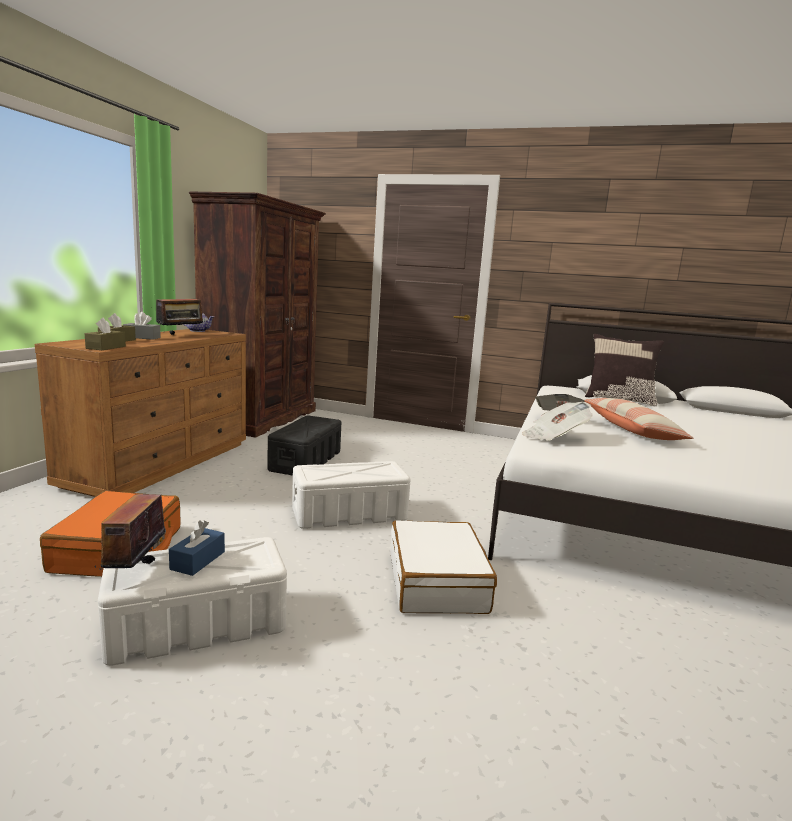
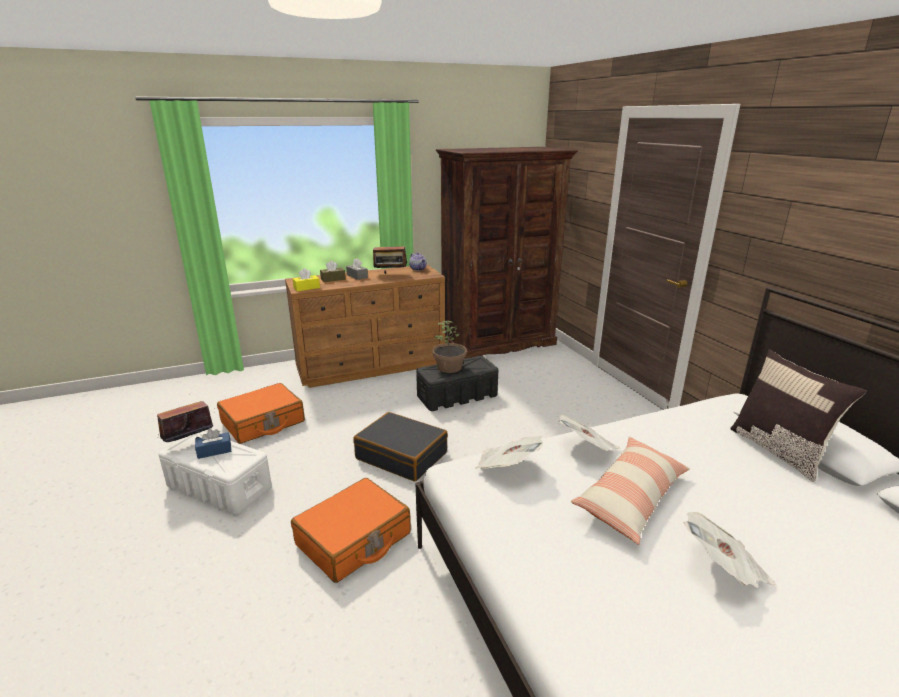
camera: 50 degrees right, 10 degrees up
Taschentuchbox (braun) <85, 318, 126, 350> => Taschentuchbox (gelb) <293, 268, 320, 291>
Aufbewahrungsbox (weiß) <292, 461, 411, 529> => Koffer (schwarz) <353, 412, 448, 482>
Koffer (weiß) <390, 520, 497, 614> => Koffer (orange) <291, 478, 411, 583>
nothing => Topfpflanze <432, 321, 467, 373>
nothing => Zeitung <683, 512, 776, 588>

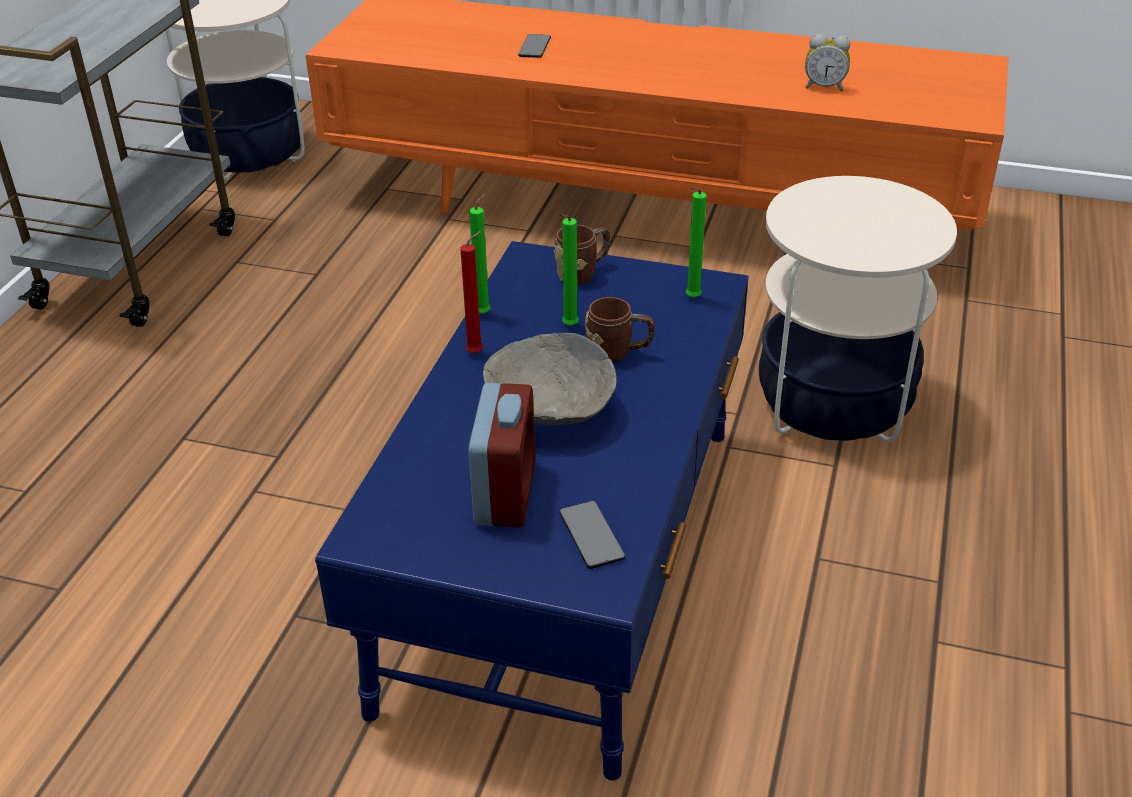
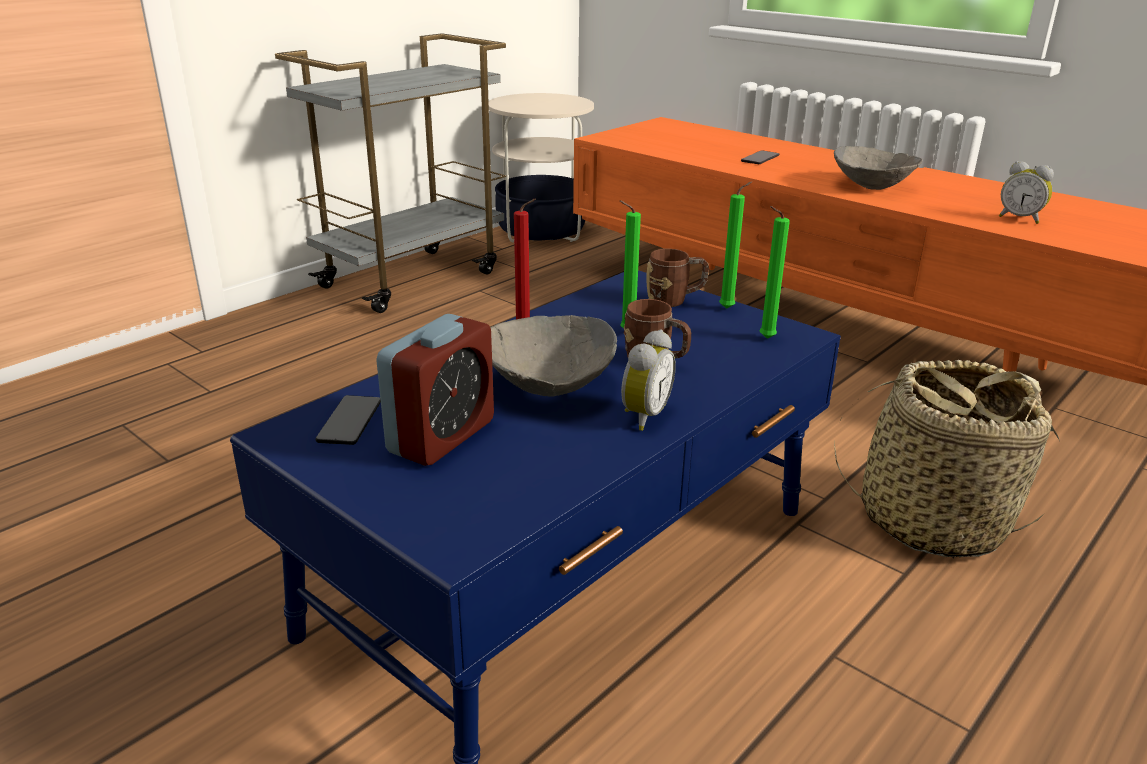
camera: 25 degrees right, 10 degrees down
Beistelltisch (beige) <759, 176, 957, 442> => Korb <834, 360, 1060, 558>
Kerze (grün) <469, 193, 491, 314> => Kerze (grün) <719, 181, 752, 309>, move
Handy <559, 501, 626, 569> => Handy <316, 395, 381, 445>, move
nothing => Schüssel (grau) <834, 146, 923, 190>
nothing => Wecker <621, 329, 676, 431>

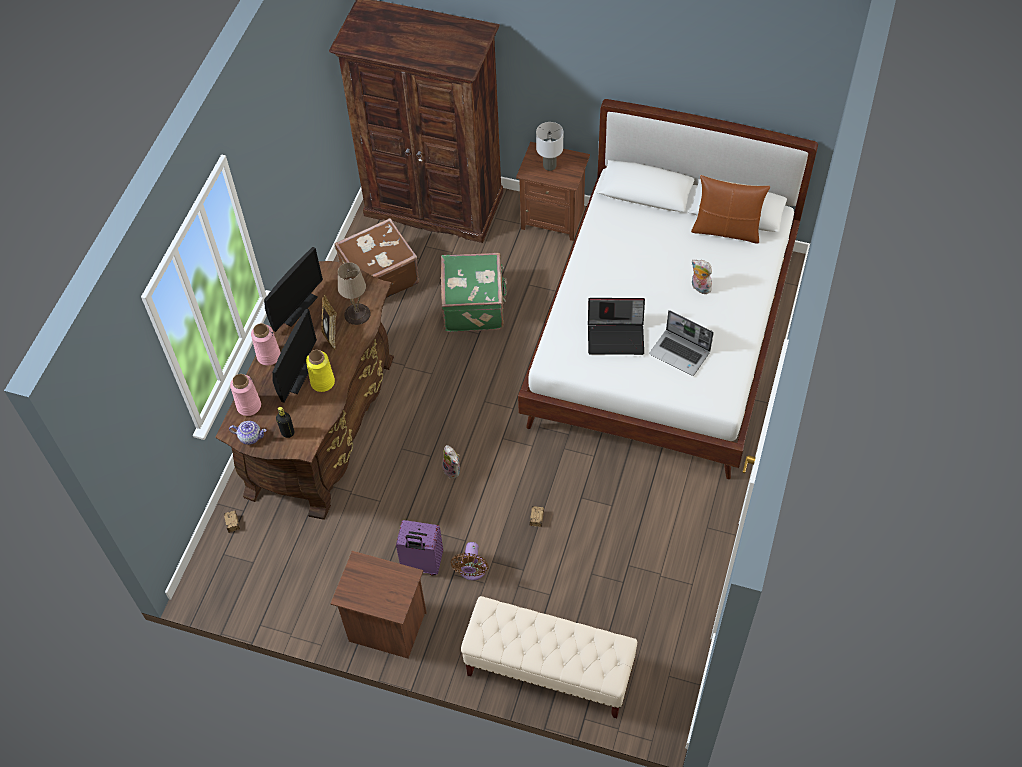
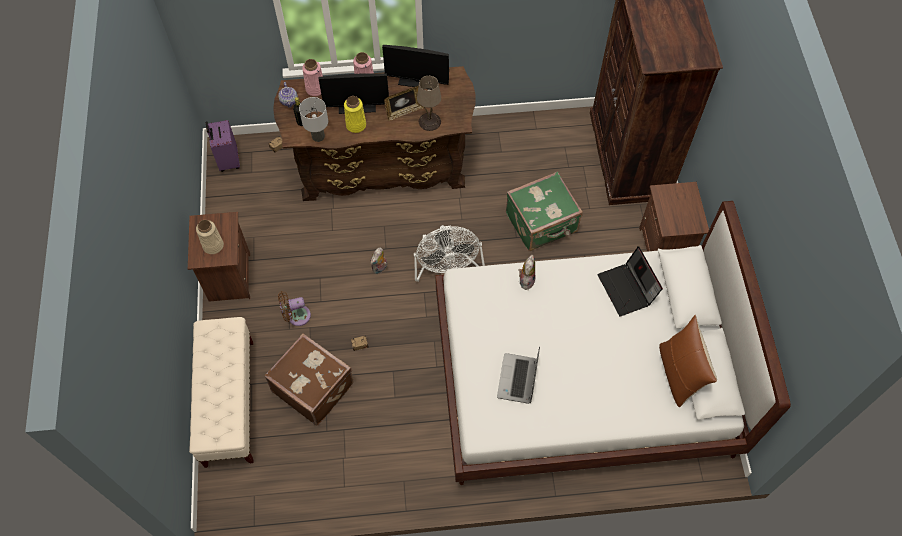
camera: 65 degrees right, 5 degrees up
Tischlampe (weiß) <536, 122, 563, 171> => Tischlampe (weiß) <299, 97, 328, 142>, move
Koffer (braun) <335, 218, 419, 298> => Koffer (braun) <265, 333, 354, 425>, move
Plüschtier <692, 260, 712, 294> => Plüschtier <518, 255, 535, 290>, move
Laptop <588, 298, 645, 355> => Laptop <597, 246, 663, 316>, move
Koffer (lila) <396, 520, 443, 576> => Koffer (lila) <206, 120, 240, 172>, move
nothing => Vase (beige) <196, 220, 224, 254>
nothing => Ventilator (weiß) <414, 225, 485, 282>

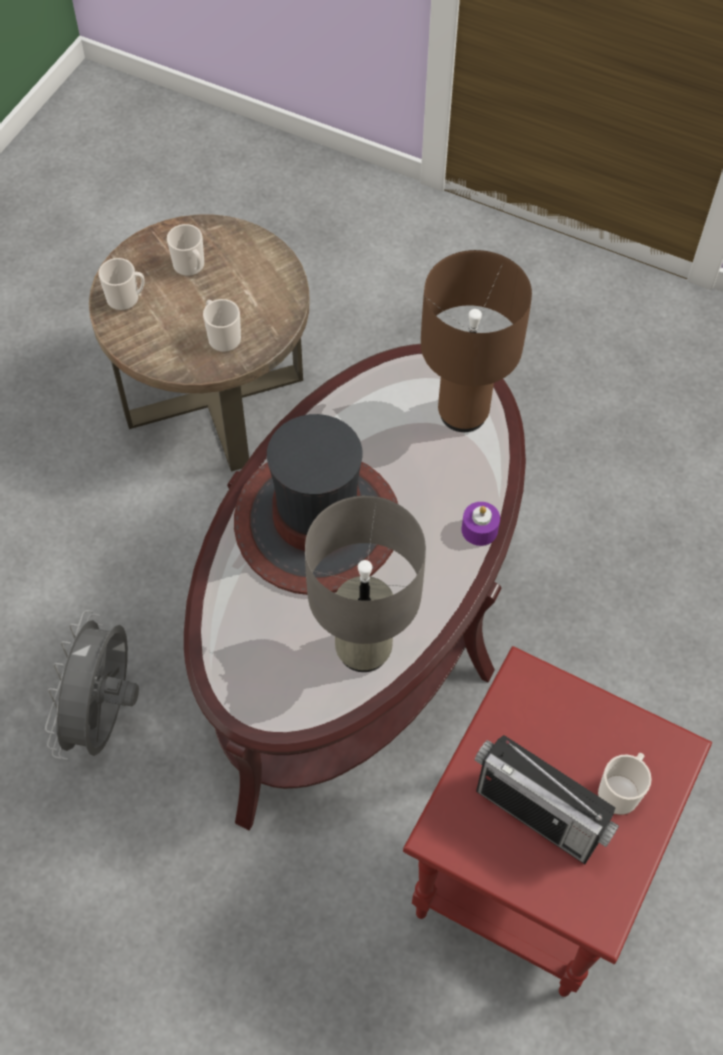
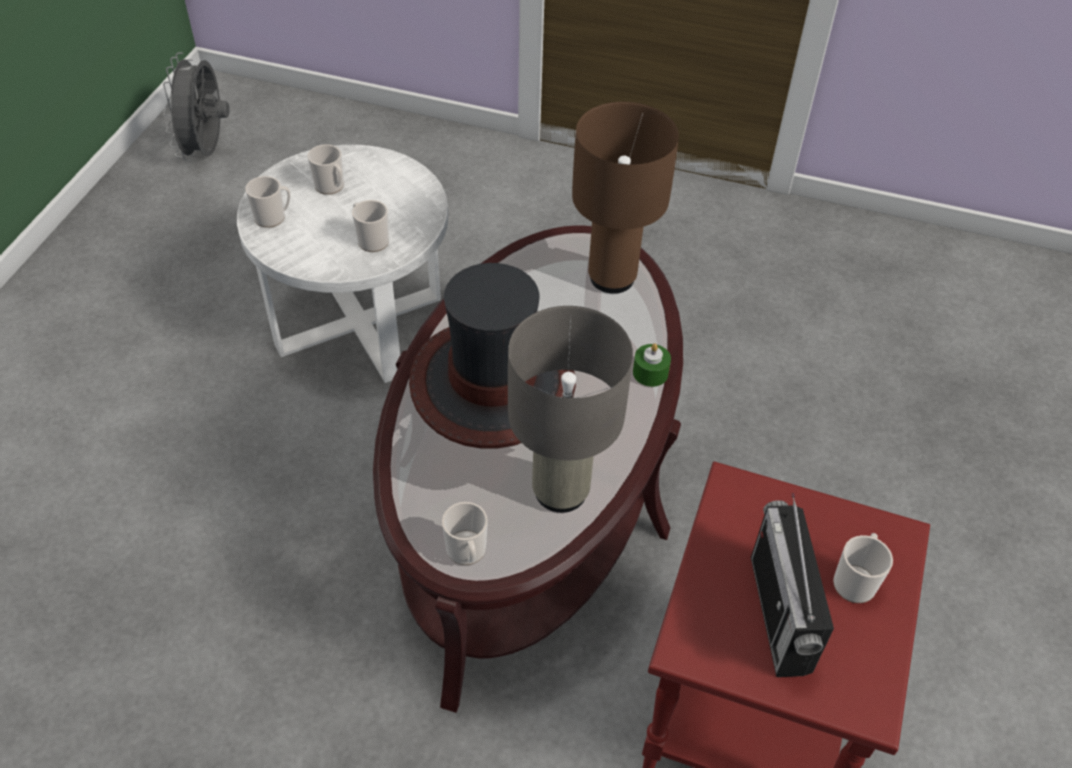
camera: 10 degrees left, 10 degrees down
Beistelltisch (braun) <89, 215, 309, 472> => Beistelltisch (weiß) <237, 145, 448, 383>
Kerze (lila) <461, 502, 500, 546> => Kerze (grün) <633, 344, 671, 387>
Ventilator (grau) <45, 610, 139, 760> => Ventilator (grau) <163, 52, 230, 161>, move
Radio <475, 735, 619, 864> => Radio <751, 493, 834, 677>, 60 degrees clockwise
nothing => Henkelbecher <442, 502, 488, 565>

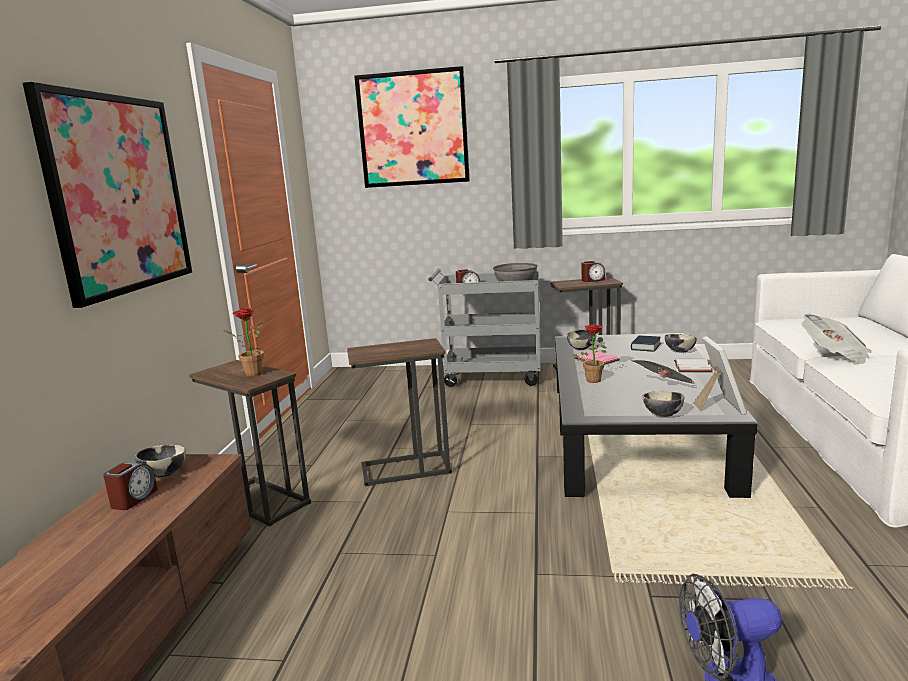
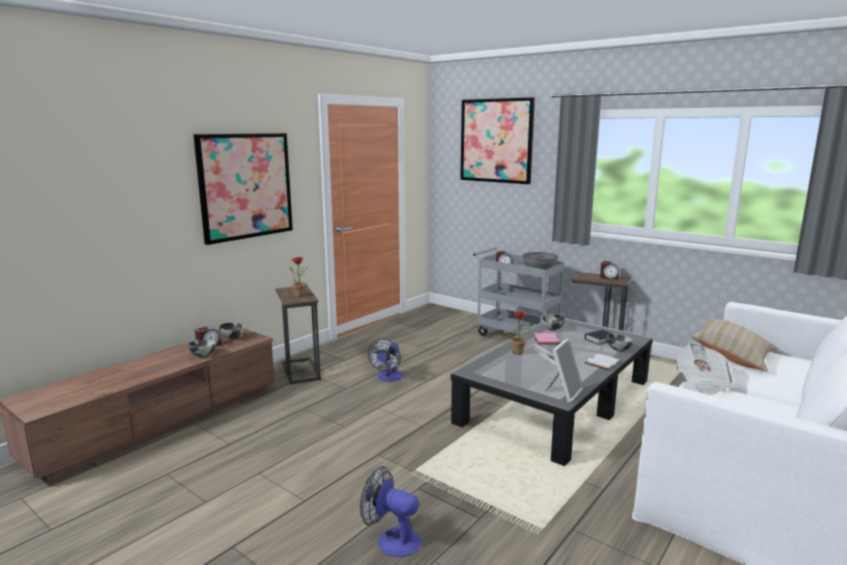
camera: 30 degrees right, 0 degrees up
Beistelltisch (braun) <347, 338, 452, 487> => Ventilator <368, 339, 403, 382>
Schüssel <643, 391, 684, 417> => Schüssel <188, 340, 216, 357>, move
nothing => Kissen (beige) <691, 318, 777, 371>

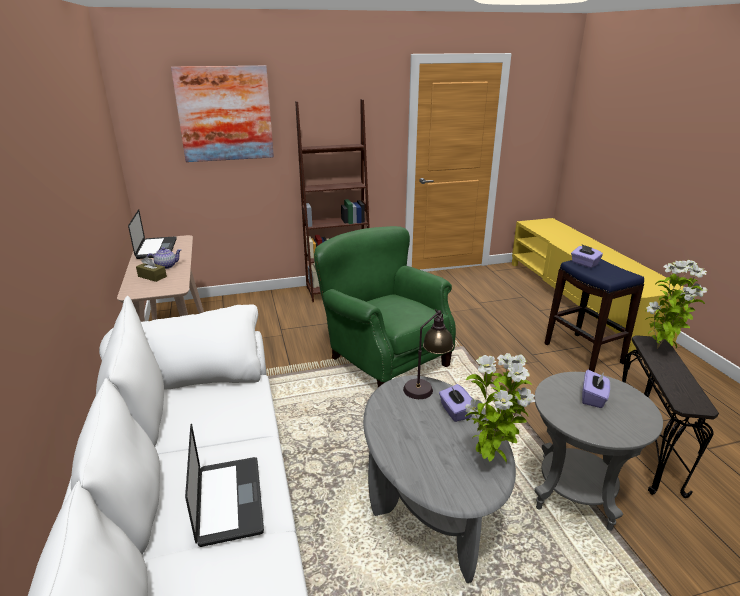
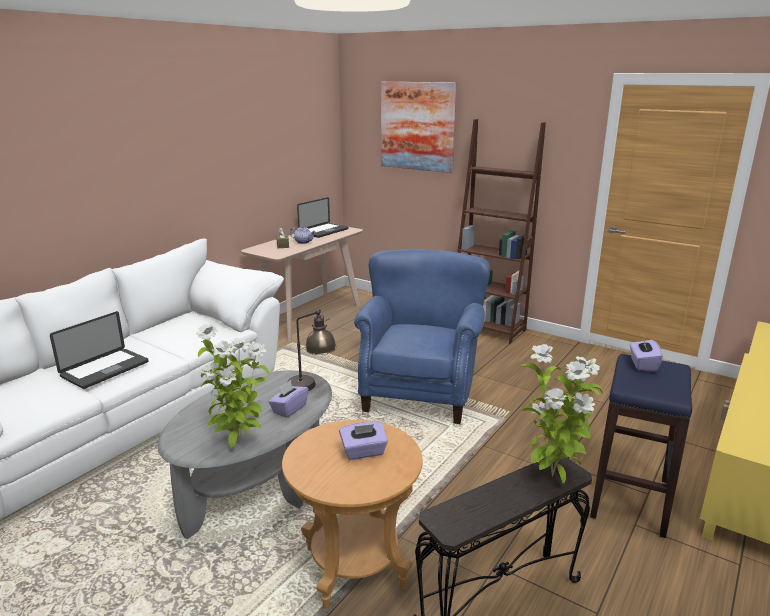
camera: 50 degrees right, 5 degrees down
Sessel (grün) <314, 226, 456, 387> => Sessel (blau) <354, 249, 490, 424>
Beistelltisch (grau) <534, 372, 663, 531> => Beistelltisch (braun) <282, 420, 423, 609>

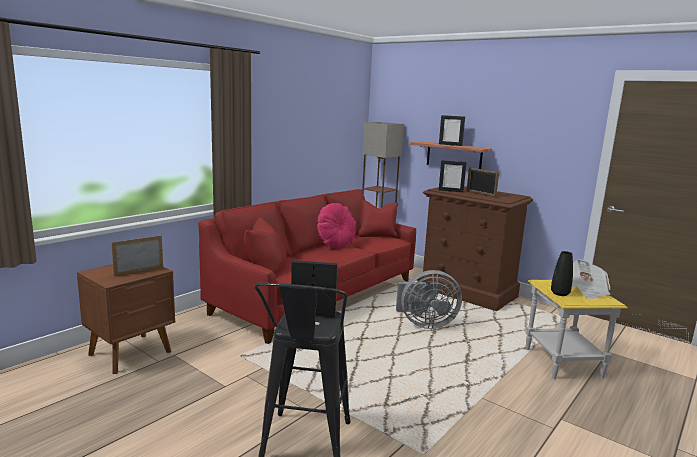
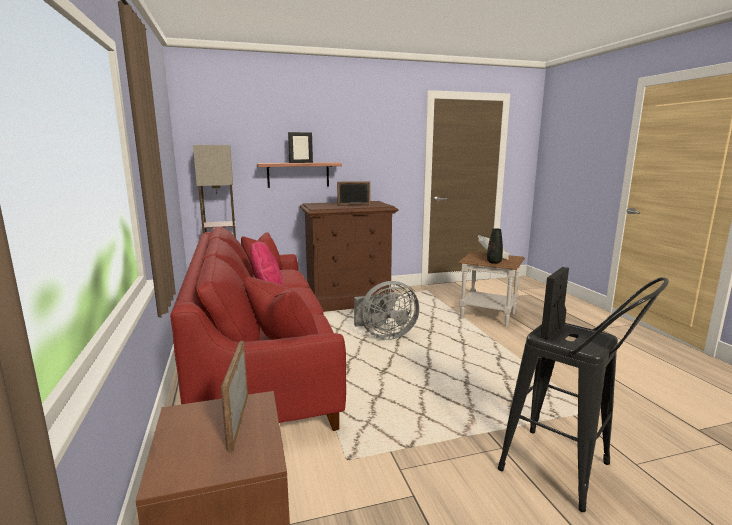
camera: 55 degrees left, 0 degrees up
Bilderrahmen <439, 160, 467, 192> => nothing
Ventilator (grau) <396, 270, 462, 329> => Ventilator (grau) <354, 281, 419, 340>, 45 degrees clockwise
Beistelltisch (gelb) <525, 280, 628, 379> => Beistelltisch (braun) <458, 251, 525, 327>

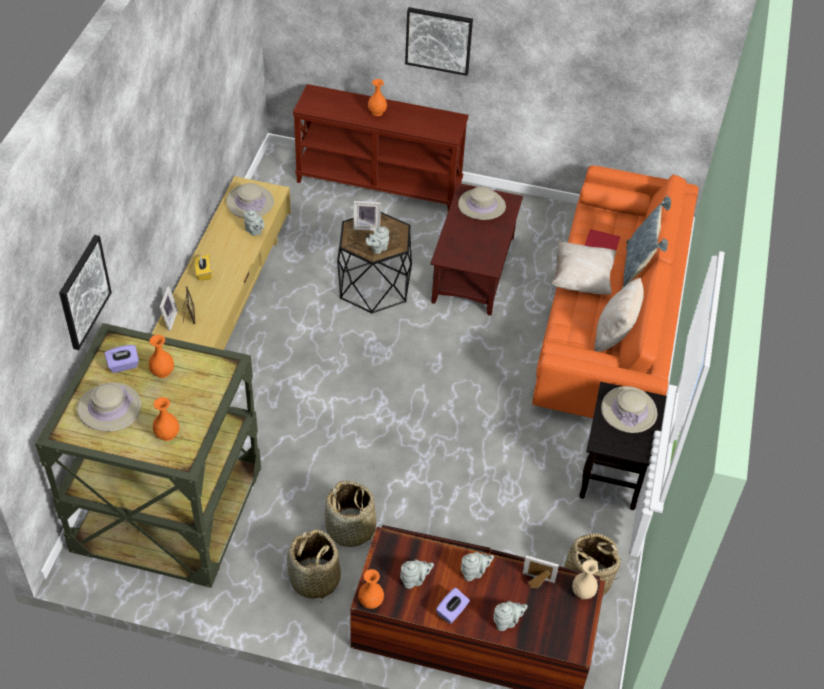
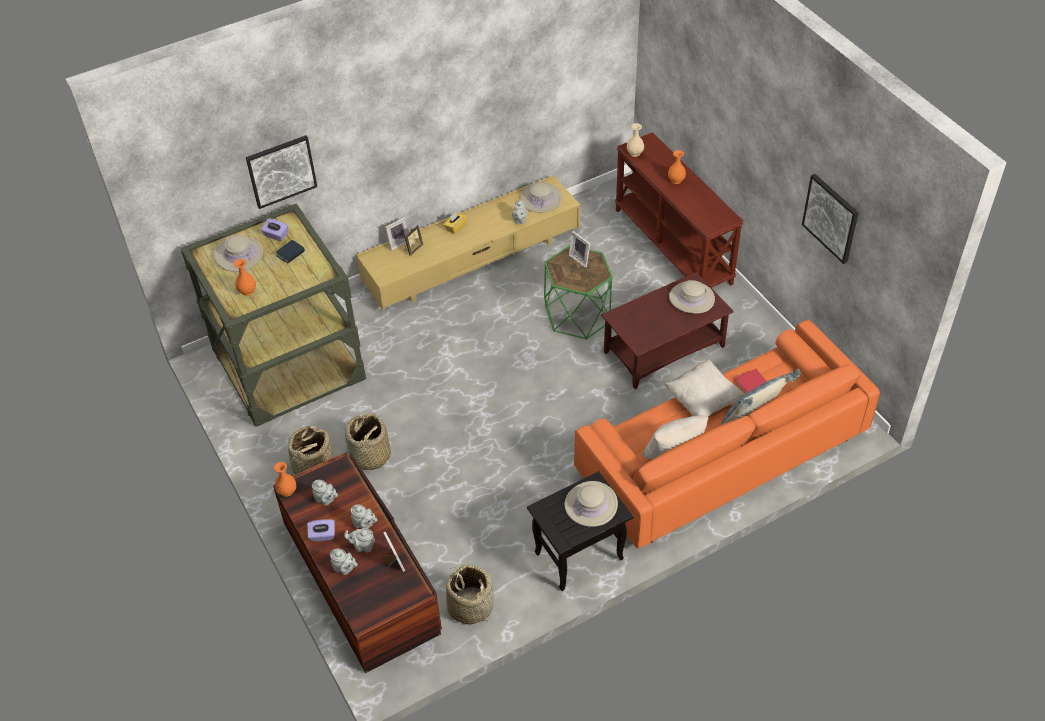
camera: 50 degrees right, 0 degrees up
Bild <405, 7, 473, 76> => Bild <802, 174, 859, 264>, move
Beistelltisch (schwarz) <337, 212, 412, 314> => Beistelltisch (grün) <544, 245, 613, 340>
Teekanne (grau) <366, 227, 389, 254> => Teekanne (grau) <344, 528, 375, 552>, move
Vase (orange) <149, 335, 174, 378> => Buch <276, 240, 305, 263>
Vase (beige) <572, 560, 598, 599> => Vase (beige) <627, 123, 644, 157>, move

